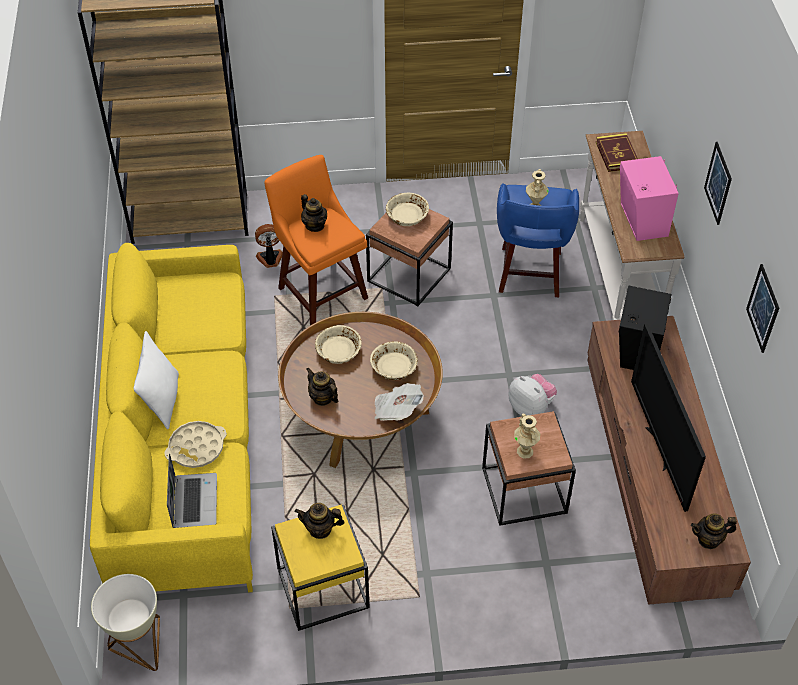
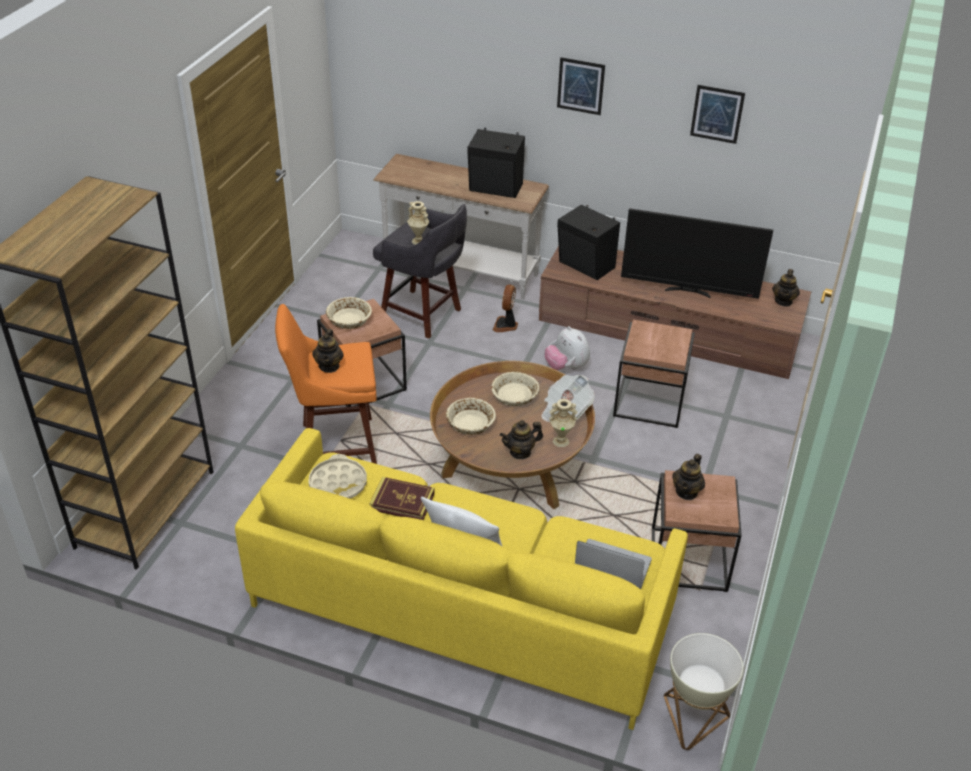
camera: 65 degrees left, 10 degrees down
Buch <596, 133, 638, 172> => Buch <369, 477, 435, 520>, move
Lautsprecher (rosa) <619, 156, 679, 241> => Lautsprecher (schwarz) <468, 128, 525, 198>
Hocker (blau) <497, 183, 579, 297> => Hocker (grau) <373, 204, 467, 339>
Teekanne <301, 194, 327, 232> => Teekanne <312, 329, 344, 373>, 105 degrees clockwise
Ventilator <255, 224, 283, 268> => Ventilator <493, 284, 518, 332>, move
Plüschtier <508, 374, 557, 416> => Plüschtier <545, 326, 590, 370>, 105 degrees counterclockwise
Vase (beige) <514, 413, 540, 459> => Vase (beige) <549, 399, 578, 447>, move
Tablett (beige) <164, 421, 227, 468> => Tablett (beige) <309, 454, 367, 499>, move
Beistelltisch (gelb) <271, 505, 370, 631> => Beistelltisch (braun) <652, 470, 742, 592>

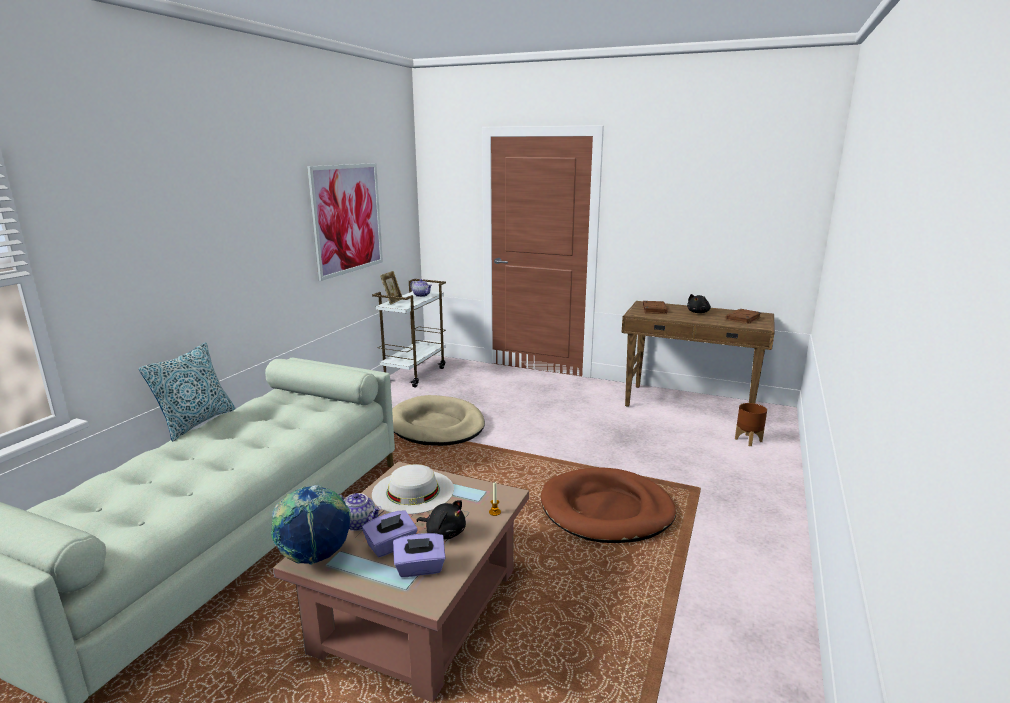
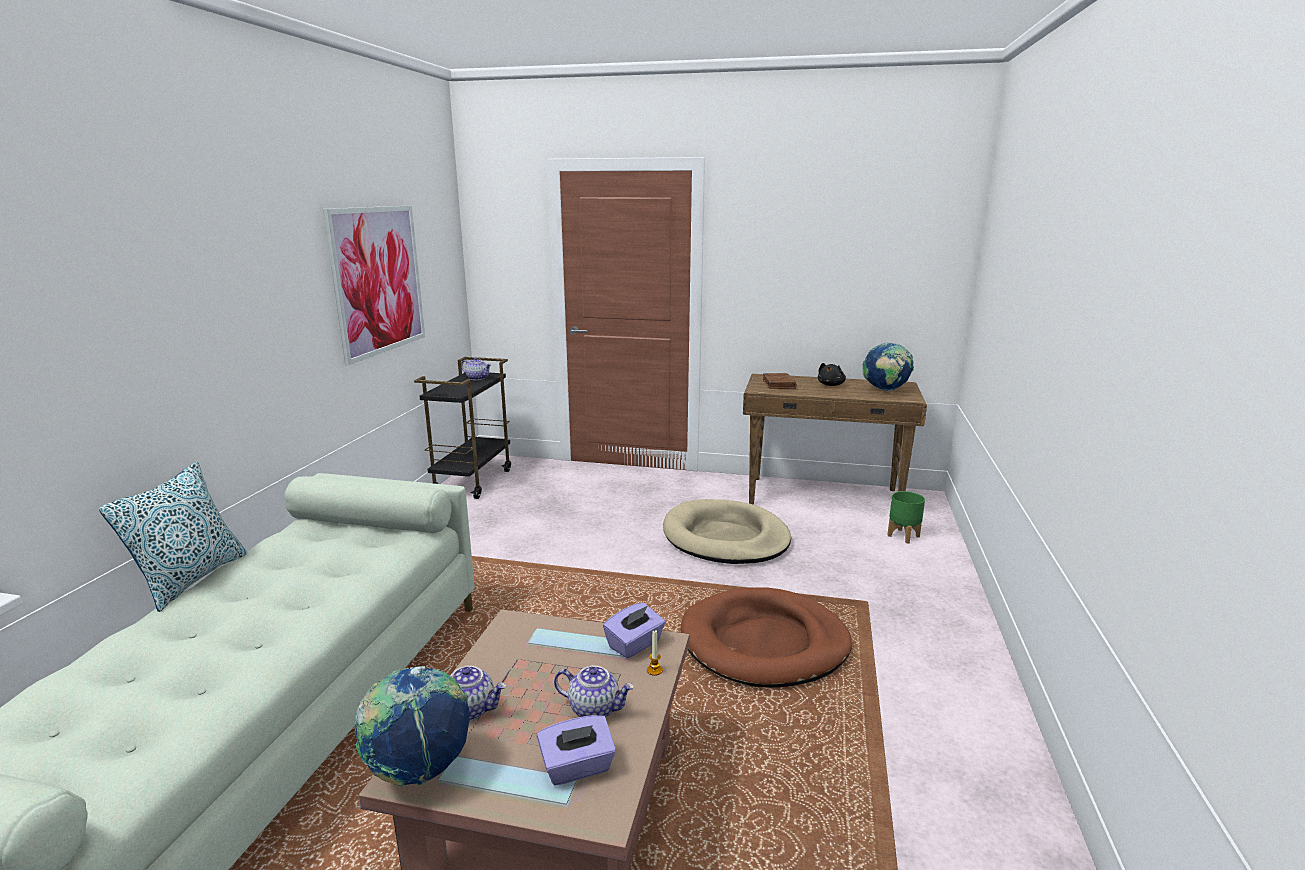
camera: 10 degrees left, 0 degrees up
Bilderrahmen <380, 271, 402, 305> => nothing
Rollwagen (weiß) <372, 279, 446, 387> => Rollwagen (schwarz) <414, 357, 511, 499>
Buch (braun) <726, 309, 762, 324> => Globus <862, 342, 914, 391>
Hundebett (beige) <392, 395, 485, 446> => Hundebett (beige) <663, 499, 791, 564>, move
Pflanzkübel (braun) <735, 403, 767, 446> => Pflanzkübel (grün) <887, 491, 925, 543>
Hut (weiß) <372, 464, 454, 514> => nothing
Plüschtier (schwarz) <416, 500, 466, 539> => Teekanne <554, 665, 634, 717>
Taschentuchbox (lila) <362, 510, 417, 557> => Taschentuchbox (lila) <603, 603, 665, 659>, move

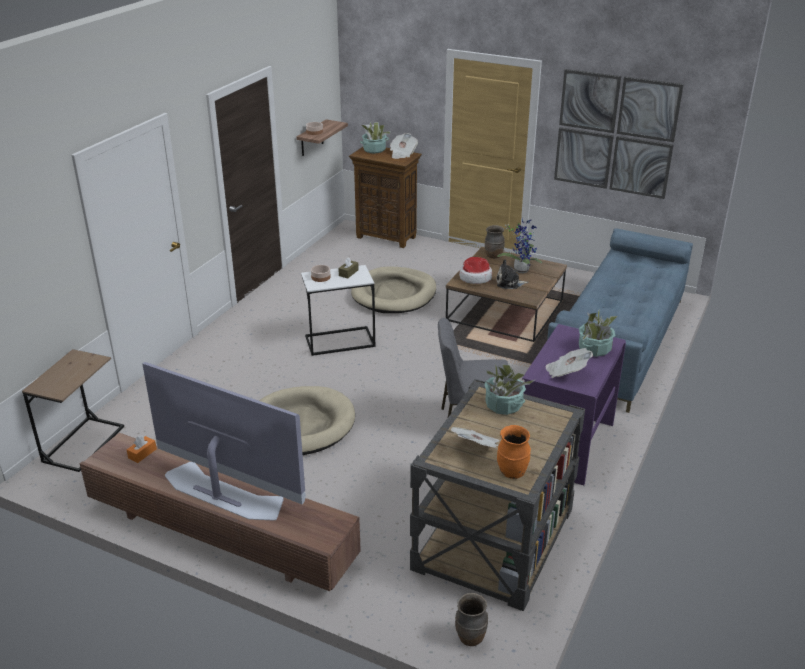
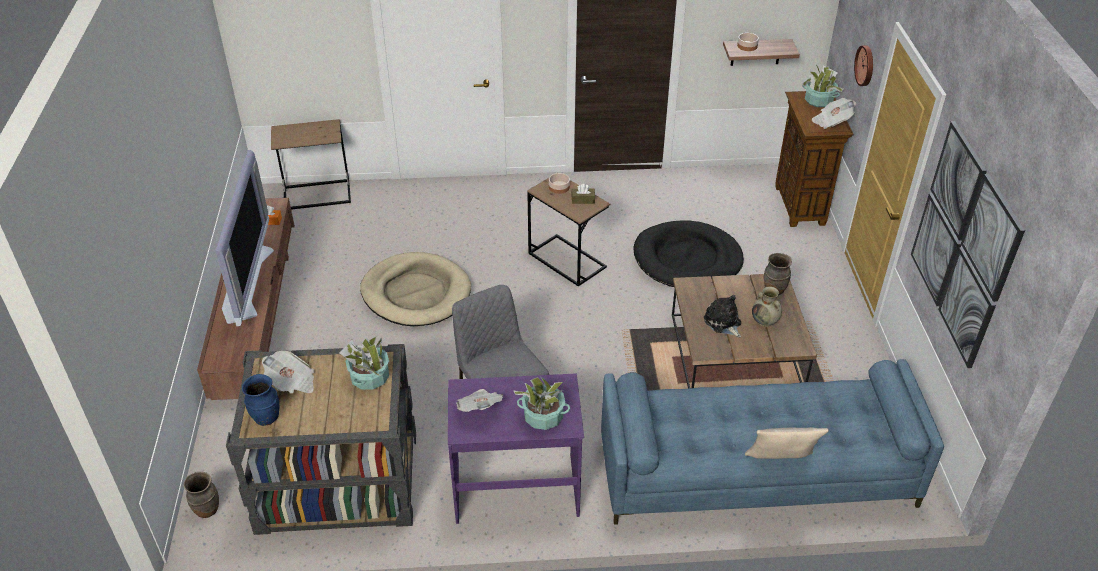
camera: 60 degrees right, 10 degrees up
Topfpflanze <497, 218, 542, 273> => Vase (beige) <752, 286, 782, 327>
Hut <459, 257, 492, 284> => nothing
Beistelltisch (weiß) <301, 265, 375, 356> => Beistelltisch (braun) <527, 178, 610, 287>
Hundebett (beige) <351, 266, 436, 313> => Hundebett (schwarz) <633, 220, 744, 287>
Vase (orange) <497, 425, 531, 479> => Vase (blau) <242, 374, 279, 426>
nothing => Wanduhr <854, 45, 873, 86>
nothing => Kissen (beige) <745, 427, 829, 459>

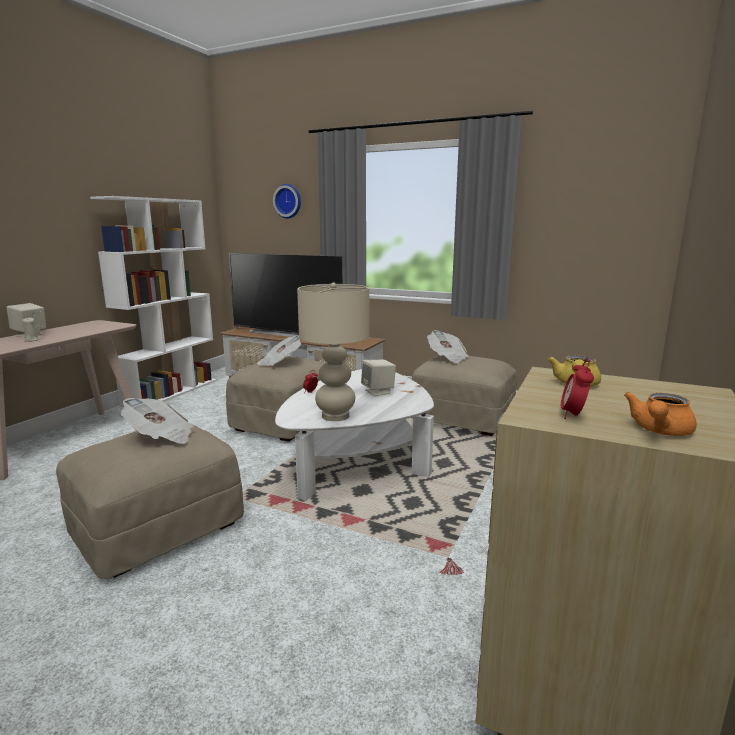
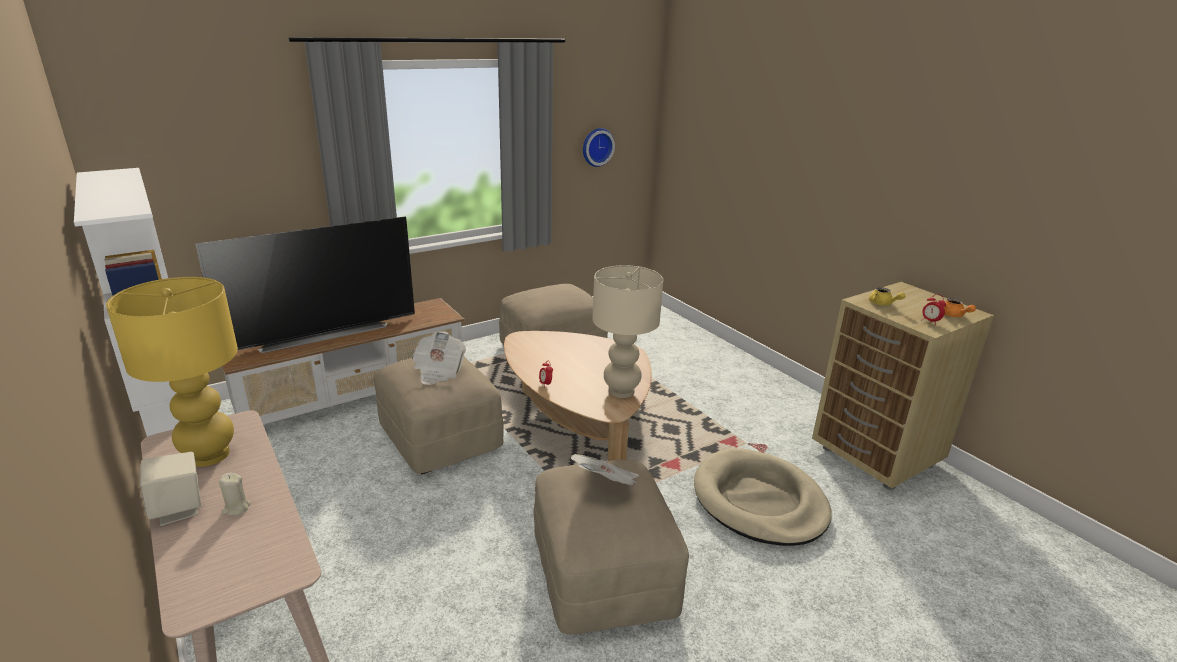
camera: 60 degrees left, 10 degrees up
Wanduhr <273, 184, 301, 219> => Wanduhr <583, 128, 615, 167>, move
Zeitung <427, 330, 469, 363> => nothing
Lautsprecher (beige) <361, 360, 396, 396> => nothing
Couchtisch (weiß) <275, 369, 434, 501> => Couchtisch (braun) <504, 331, 652, 461>
nothing => Tischlampe (gelb) <106, 277, 238, 467>
nothing => Hundebett (beige) <694, 448, 832, 546>

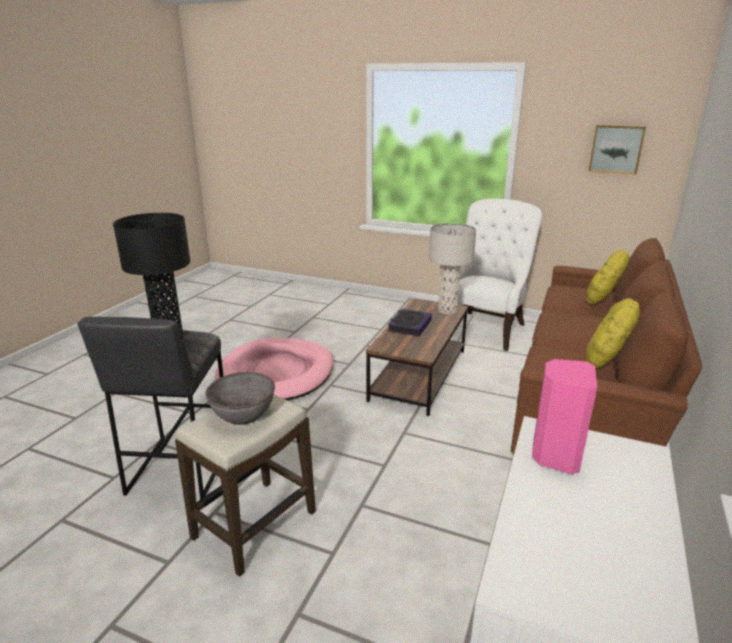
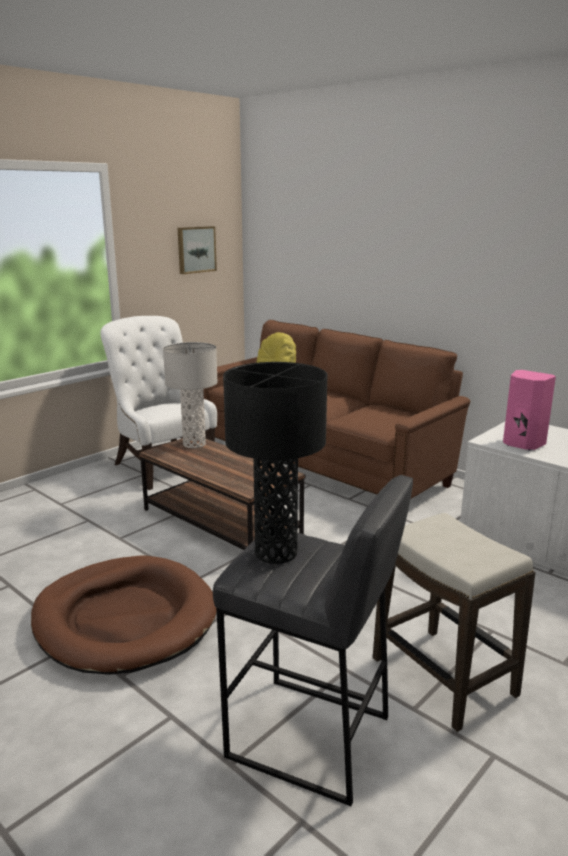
camera: 70 degrees left, 5 degrees down
Kissen (gelb) <586, 298, 640, 368> => nothing
Buch <388, 309, 432, 337> => nothing
Hundebett (rosa) <215, 338, 333, 400> => Hundebett (braun) <31, 556, 217, 675>
Schüssel (grau) <205, 372, 275, 425> => nothing

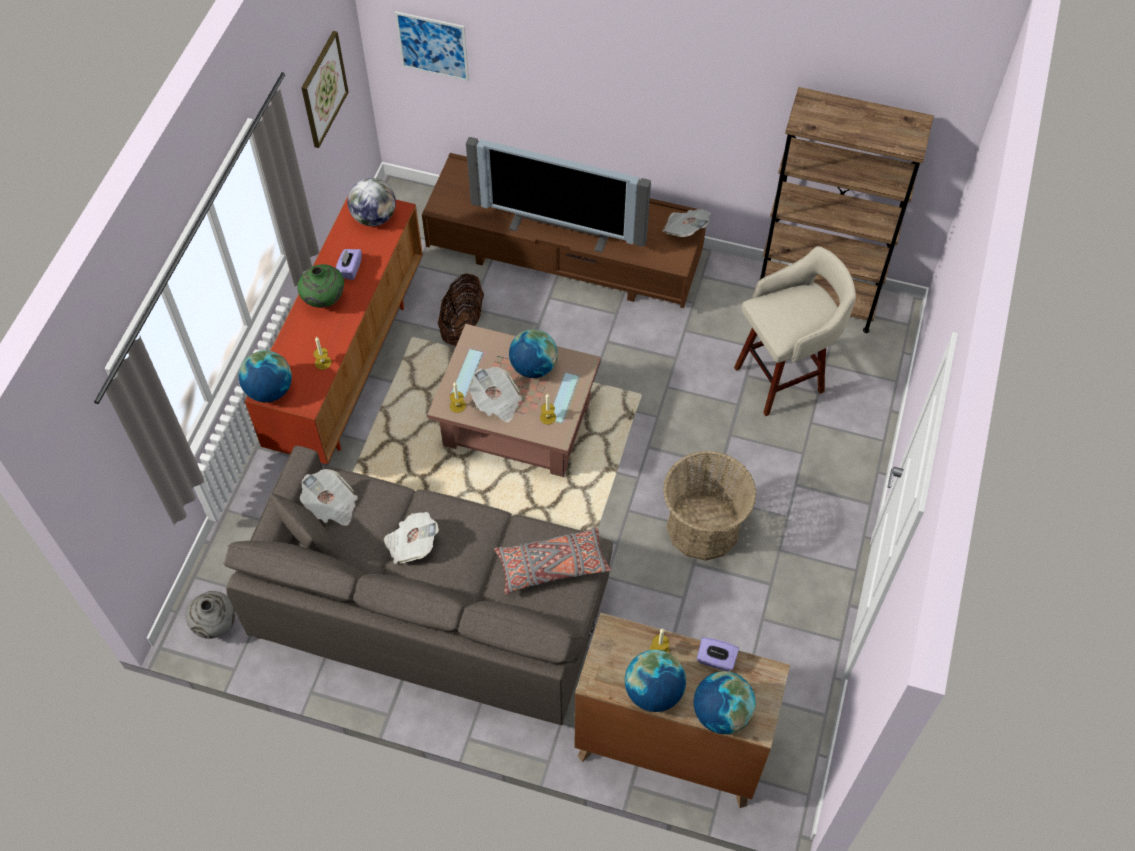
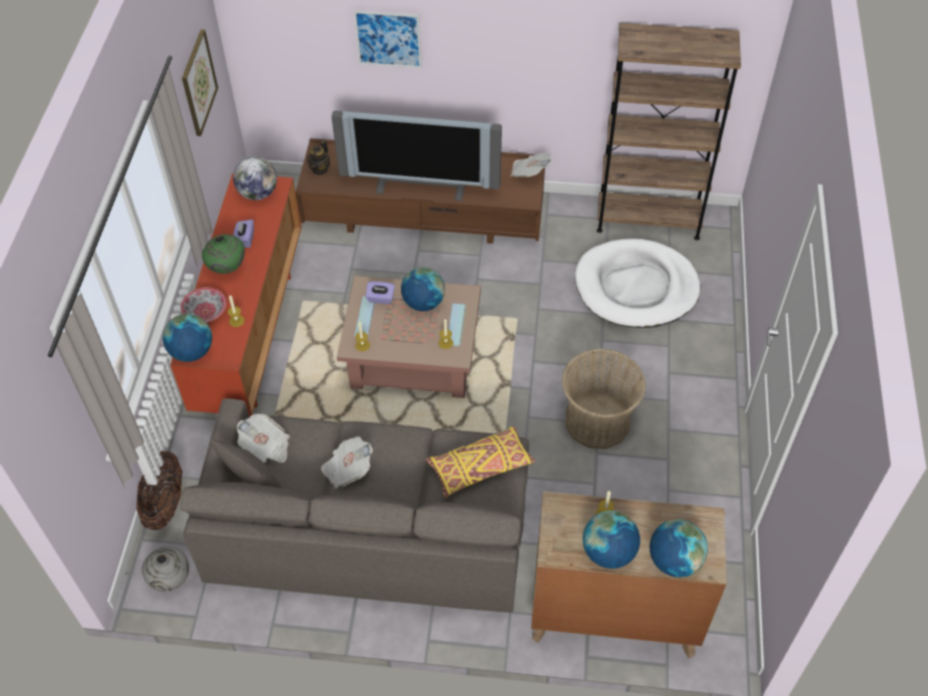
camera: 10 degrees left, 5 degrees down
Bild <395, 11, 469, 81> => Bild <354, 10, 422, 68>, move
Hocker (beige) <734, 246, 856, 416> => Hundebett (weiß) <575, 239, 700, 328>
Korb <438, 273, 484, 346> => Korb <136, 451, 182, 530>, move
Zeitung <469, 367, 522, 422> => nothing
Kissen (grau) <494, 527, 611, 595> => Kissen (gelb) <426, 427, 535, 498>
Taschentuchbox (lila) <697, 637, 739, 672> => Taschentuchbox (lila) <365, 281, 395, 304>, move
nothing => Teekanne <307, 140, 330, 175>
nothing => Schüssel <181, 287, 226, 322>

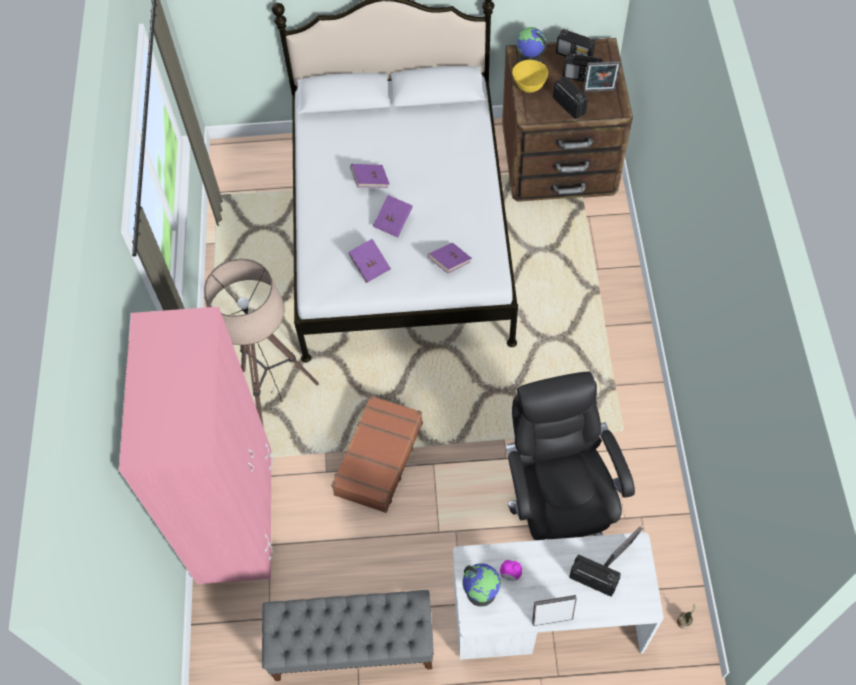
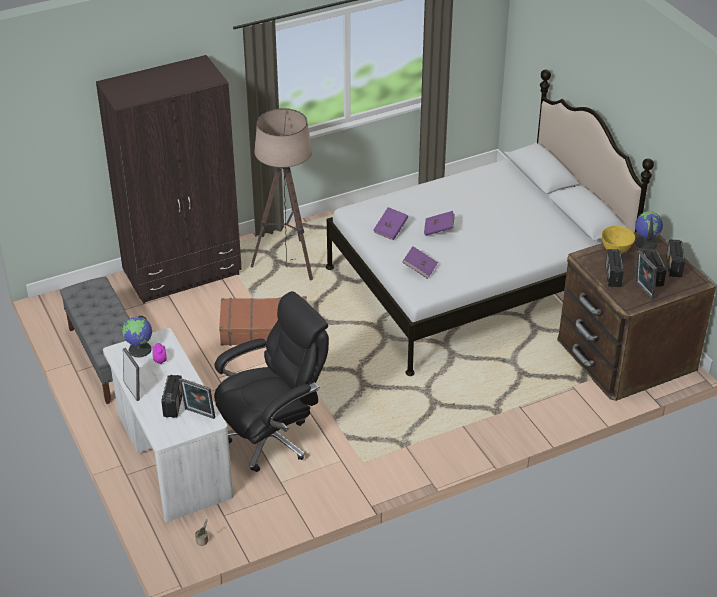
camera: 65 degrees right, 20 degrees down
Radio <553, 76, 588, 119> => Radio <605, 249, 624, 287>, 150 degrees clockwise
Buch (lila) <350, 164, 389, 188> => nothing
Kleiderschrank (rosa) <119, 307, 273, 584> => Kleiderschrank (braun) <96, 55, 242, 304>

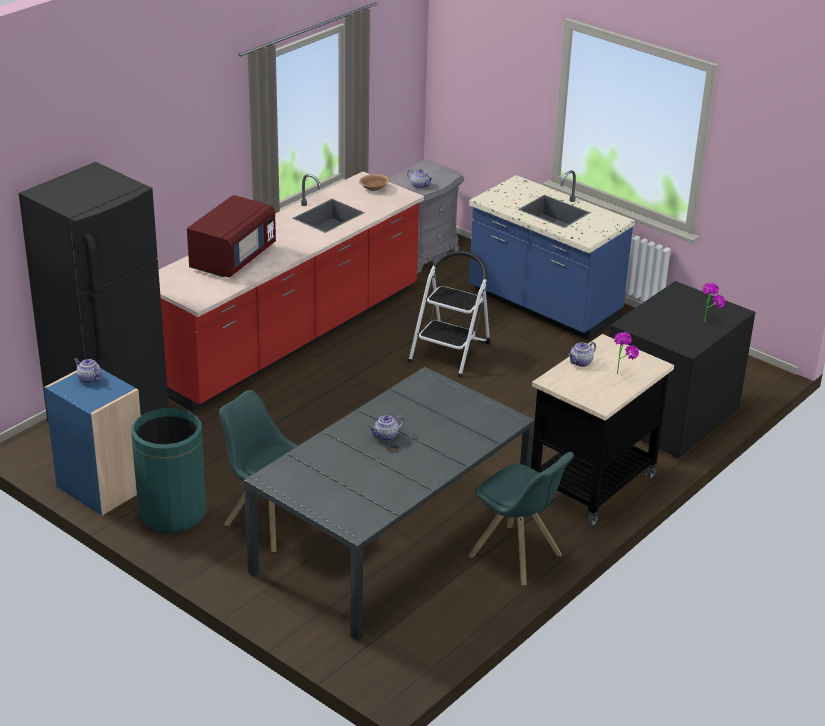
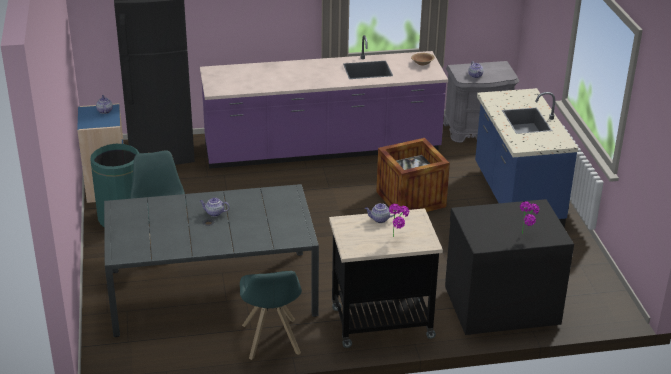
camera: 40 degrees right, 0 degrees up
Küchenzeile (rot) <159, 172, 424, 412> => Küchenzeile (lila) <200, 35, 448, 169>
Mikrowelle (rot) <187, 195, 276, 278> => nothing
Trittleiter <408, 251, 490, 377> => Kiste <376, 138, 450, 212>

